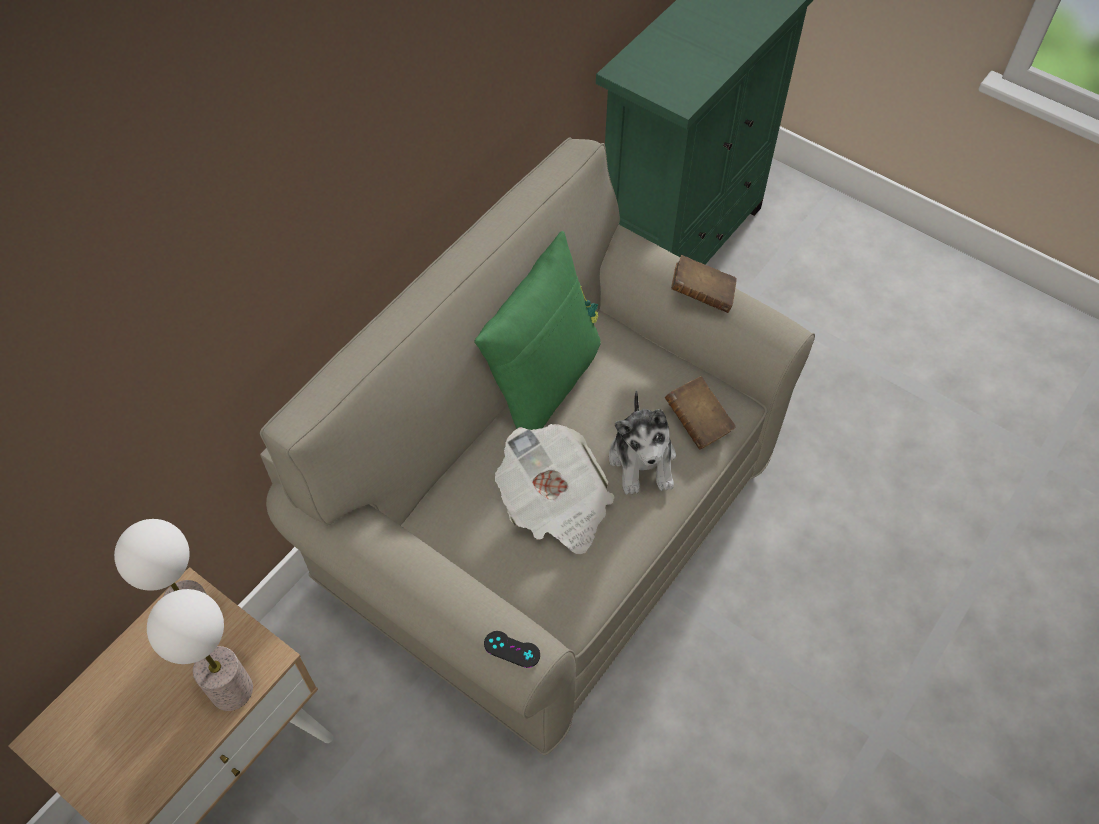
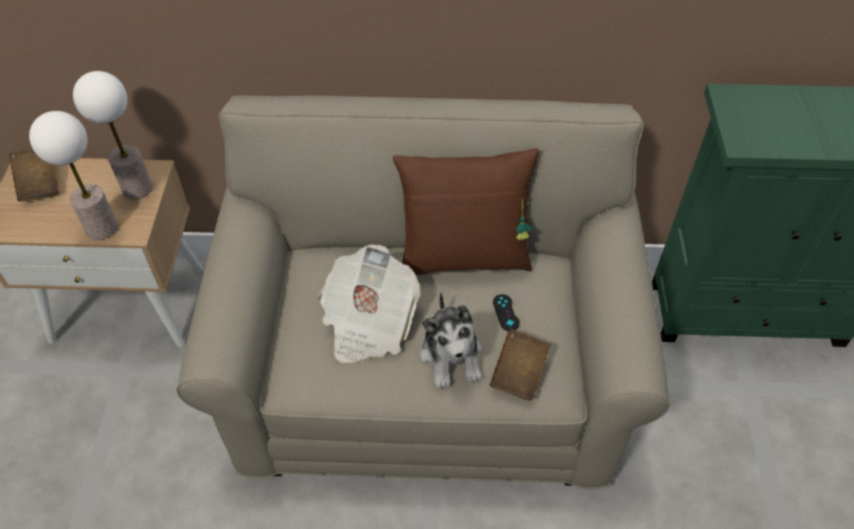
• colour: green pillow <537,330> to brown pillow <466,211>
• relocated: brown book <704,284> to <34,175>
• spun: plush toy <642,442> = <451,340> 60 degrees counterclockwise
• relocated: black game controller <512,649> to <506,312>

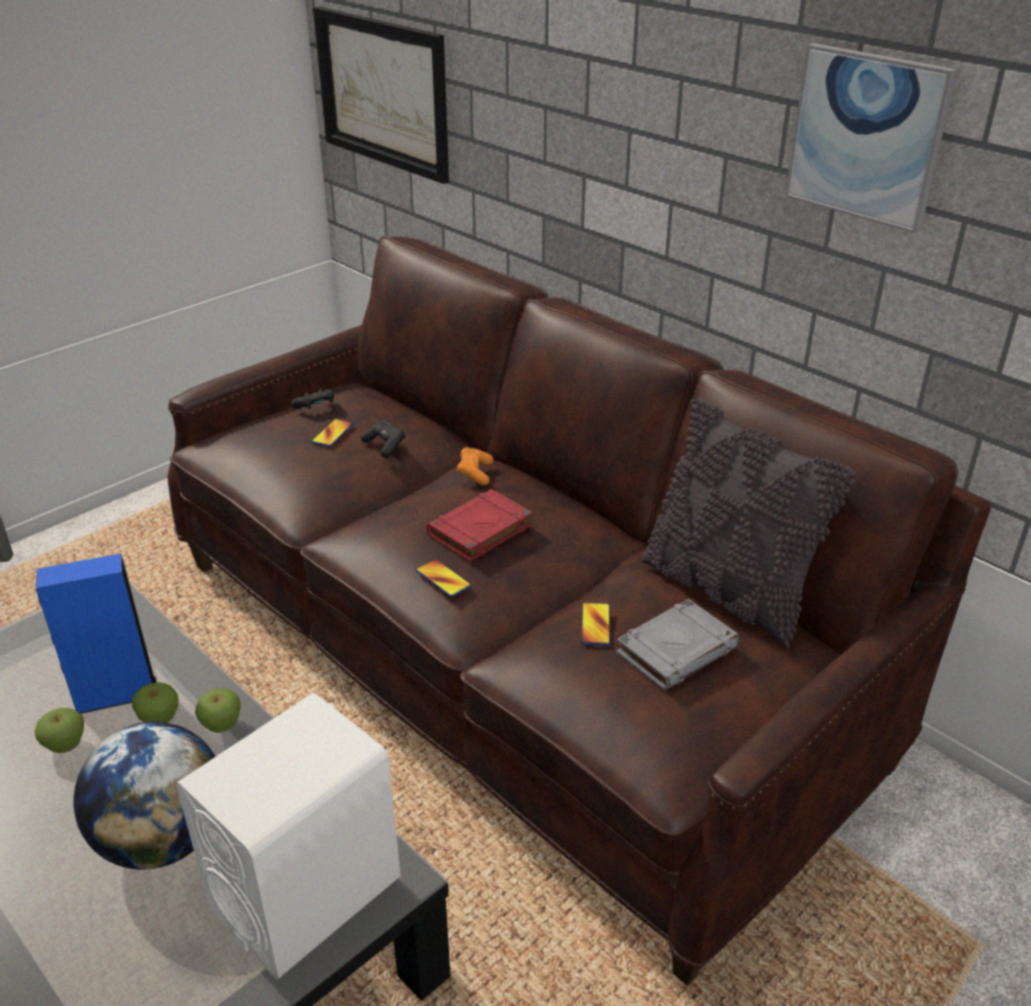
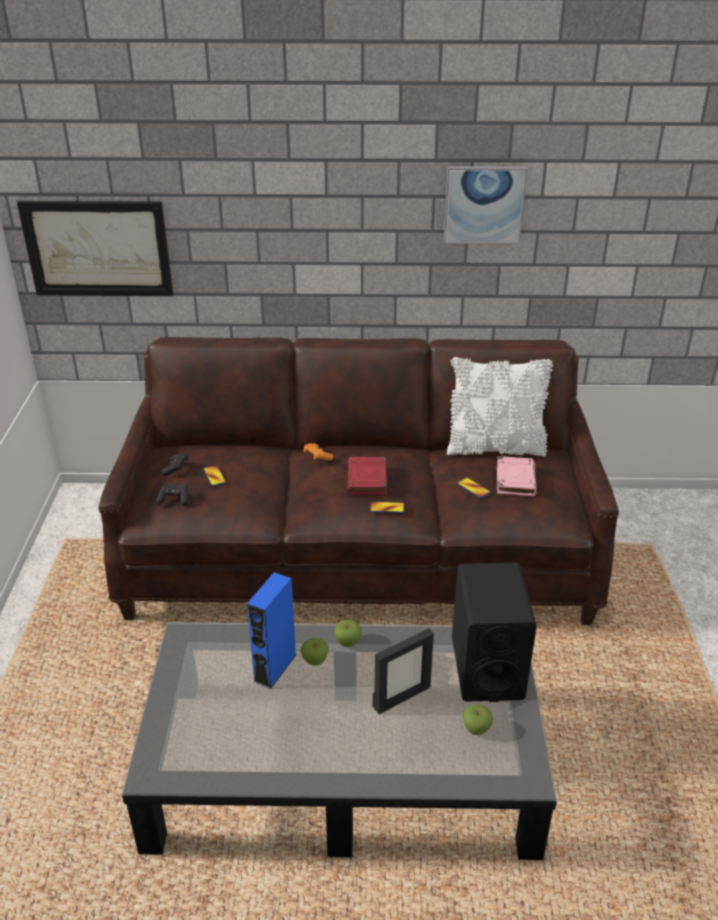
• colour: black pillow <748,522> to white pillow <500,407>
• relocated: black game controller <383,439> to <172,494>
• colour: grey book <678,645> to pink book <517,476>
• colour: white speaker <288,836> to black speaker <494,632>
• relocated: apple <59,730> to <478,719>
• exchanged: globe <144,796> to picture frame <403,671>

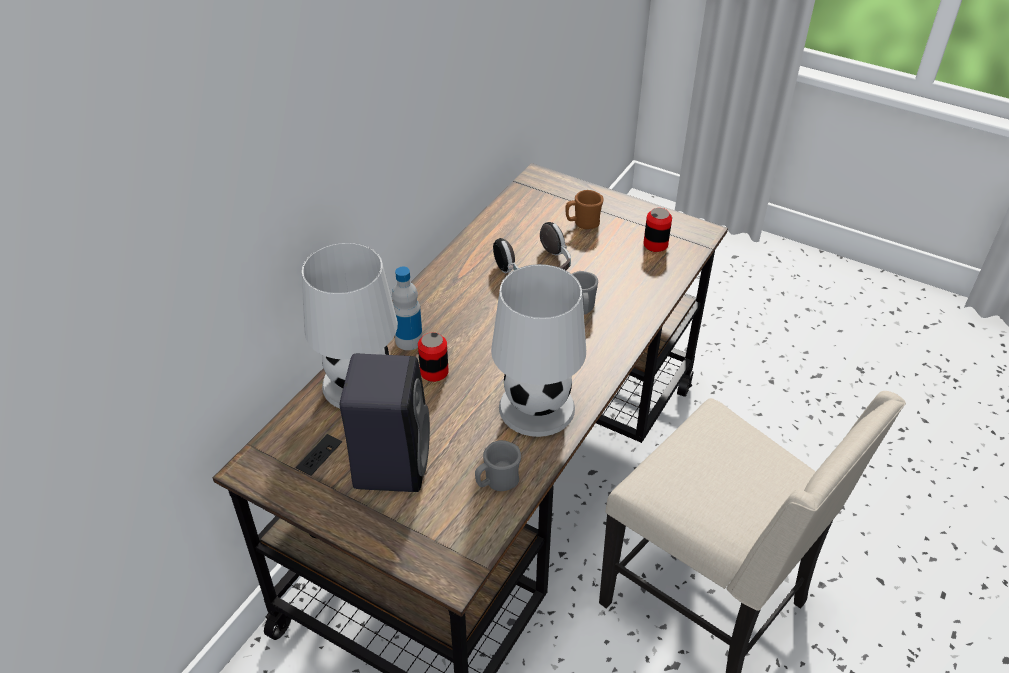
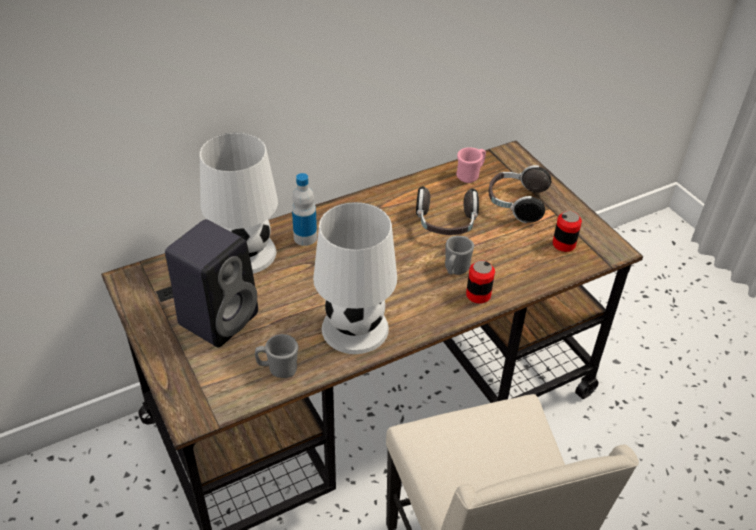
• exchanged: brown mug <584,209> to headphones <520,194>
• relocated: can <433,357> to <480,282>
• appeared: pink mug <471,165>

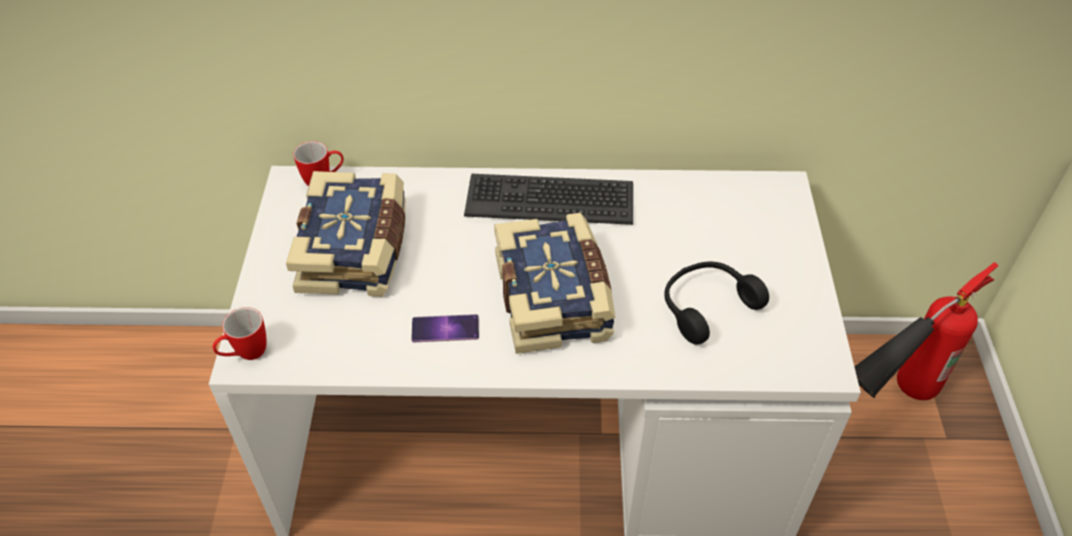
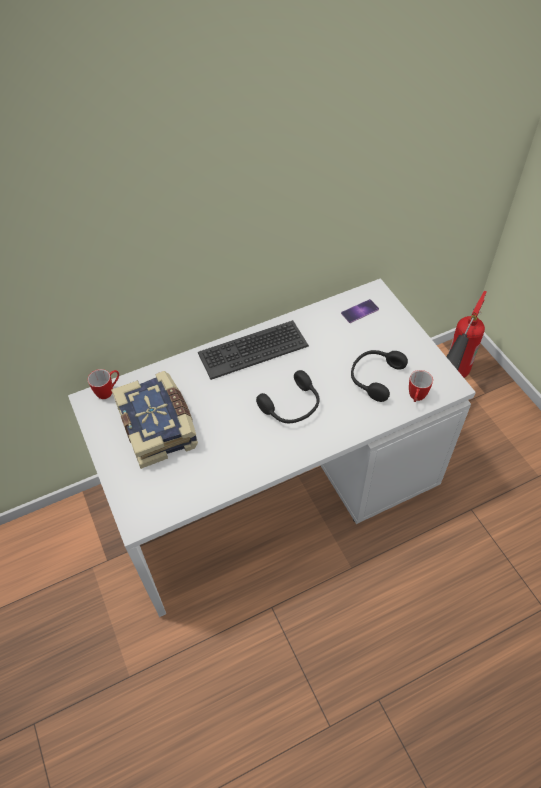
• exchanged: book <555,283> to black headphones <287,396>
• relocated: mug <240,333> to <421,386>
• relocated: phone <445,328> to <360,311>

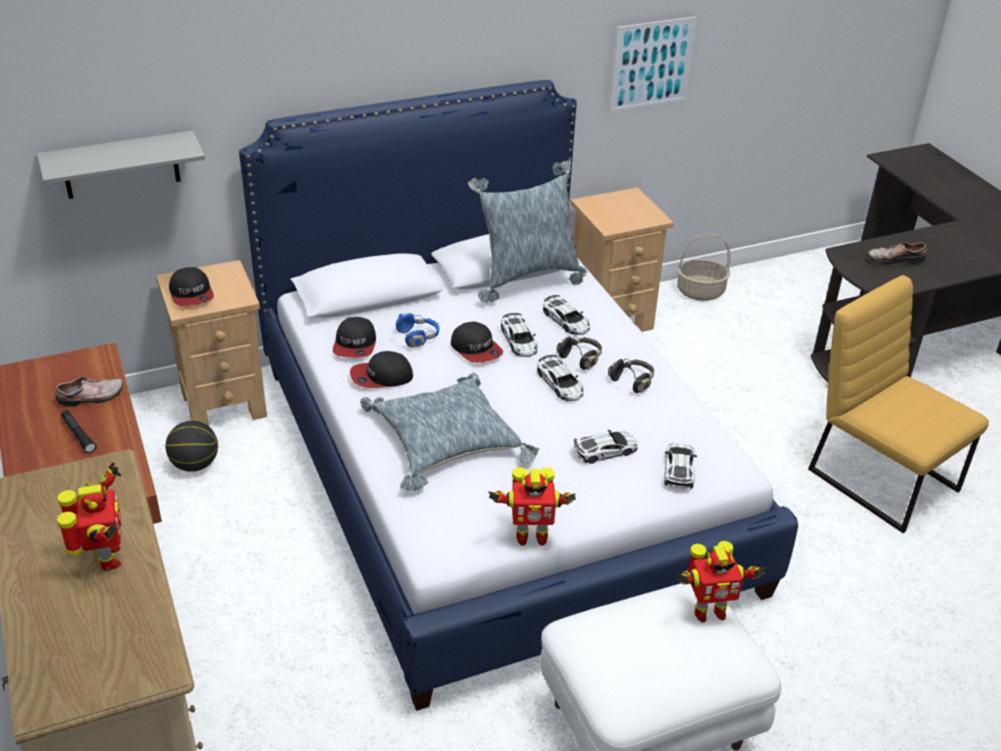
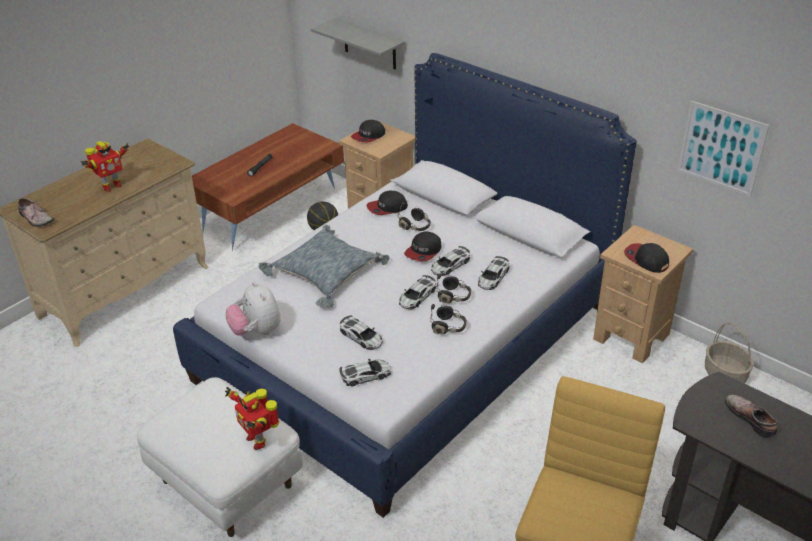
• missing: pillow <527,231>
• colour: blue headphones <418,330> to black headphones <414,216>
• relocated: cap <381,369> to <646,258>
• relocated: shoe <89,392> to <35,212>
• exchanged: toy robot <532,506> to plush toy <253,309>

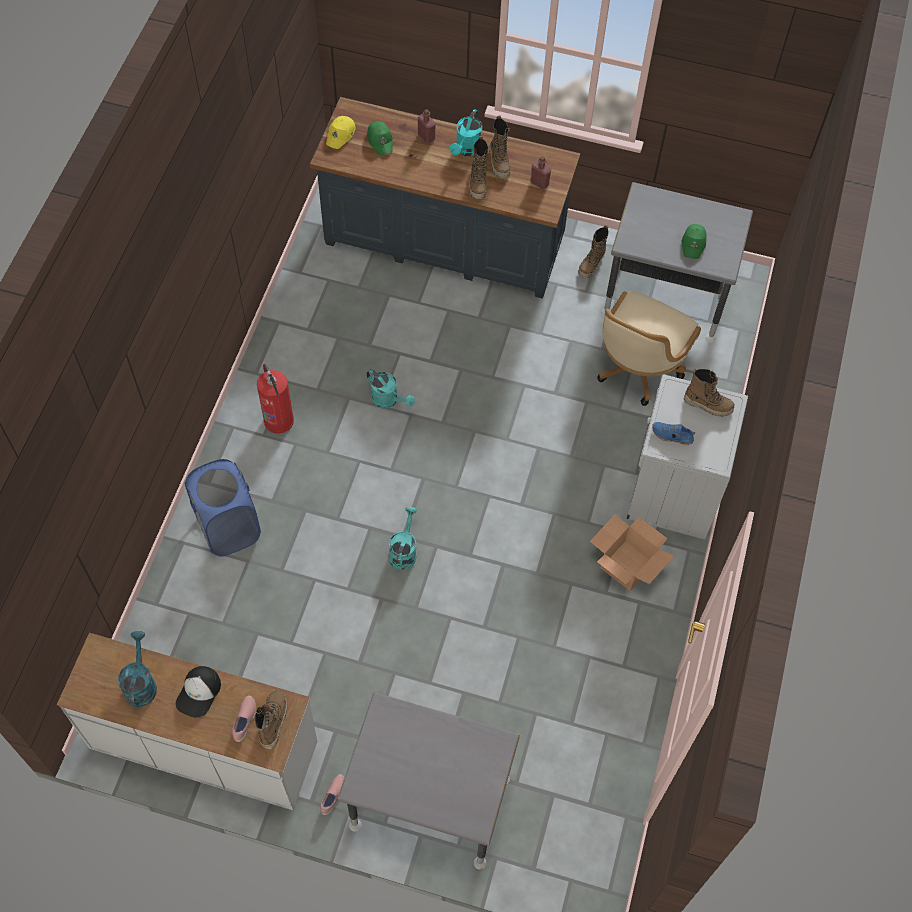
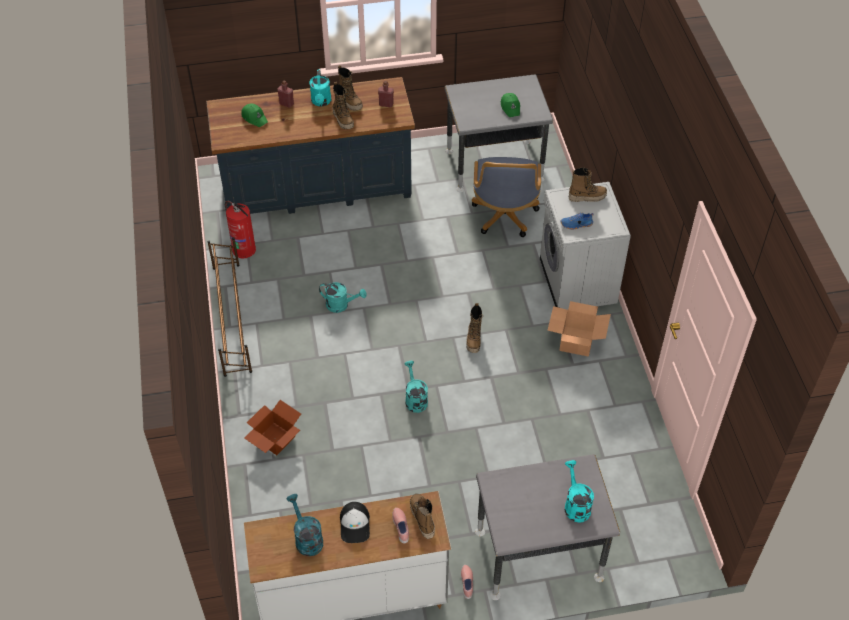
• missing: yellow cap <341,132>
• relocated: boot <594,251> to <474,328>
• colour: beige office chair <649,348> to blue office chair <506,197>
• relocated: fire extinguisher <275,399> to <240,229>
• exchanged: blue laundry basket <223,507> to cardboard box <272,427>
• appeared: brown shoe rack <229,307>
• appeared: turquoise watering can <579,491>

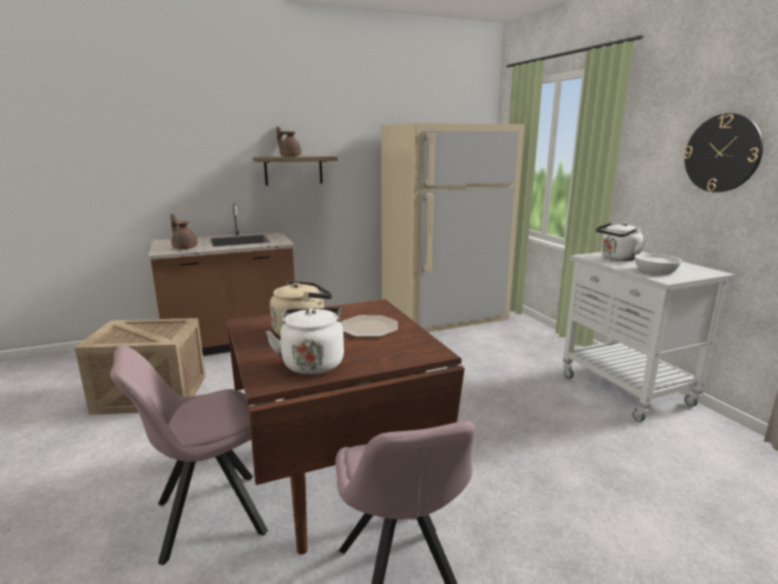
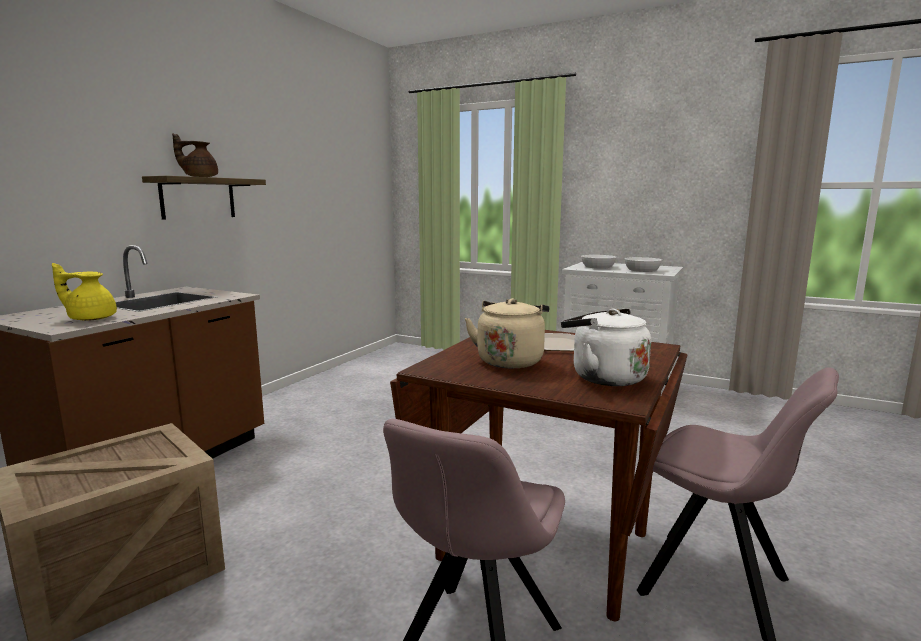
• missing: wall clock <723,152>
• missing: beige fridge <453,228>
• colour: brown teapot <184,231> to yellow teapot <84,292>
• exchanged: white kettle <621,242> to white bowl <599,262>

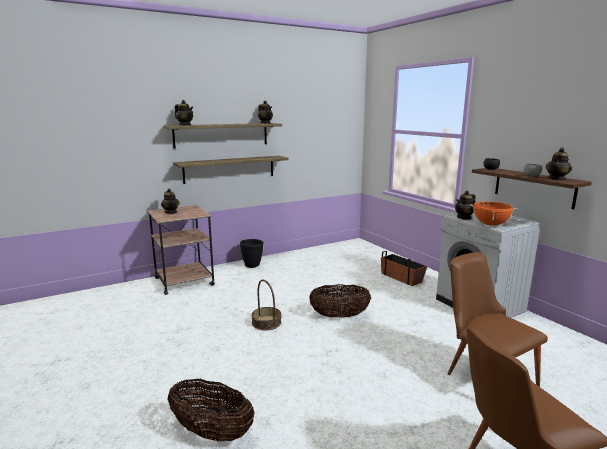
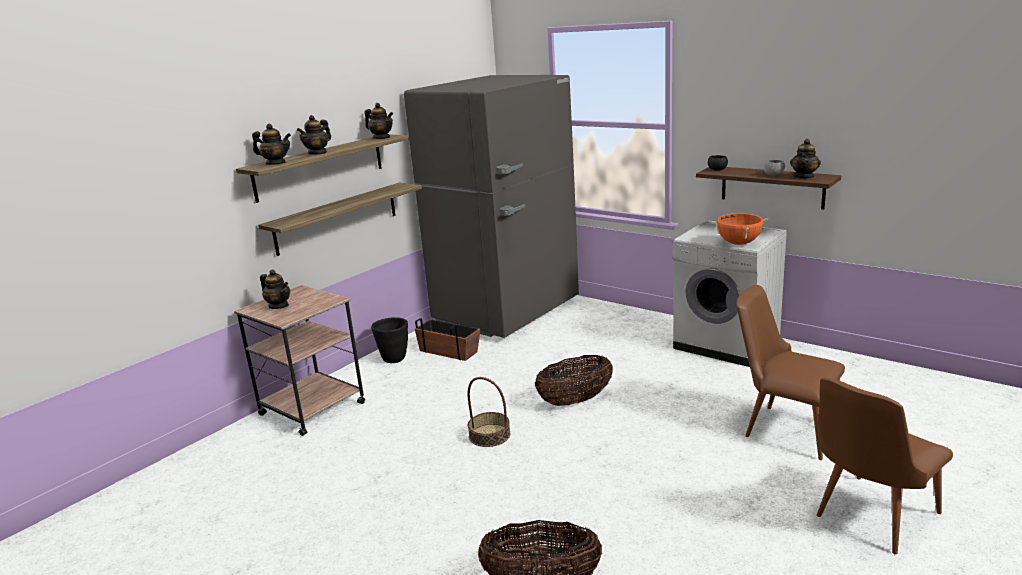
• relocated: teapot <465,205> to <314,135>
• relocated: planter <404,268> to <448,339>
• appeared: grey fridge <491,206>

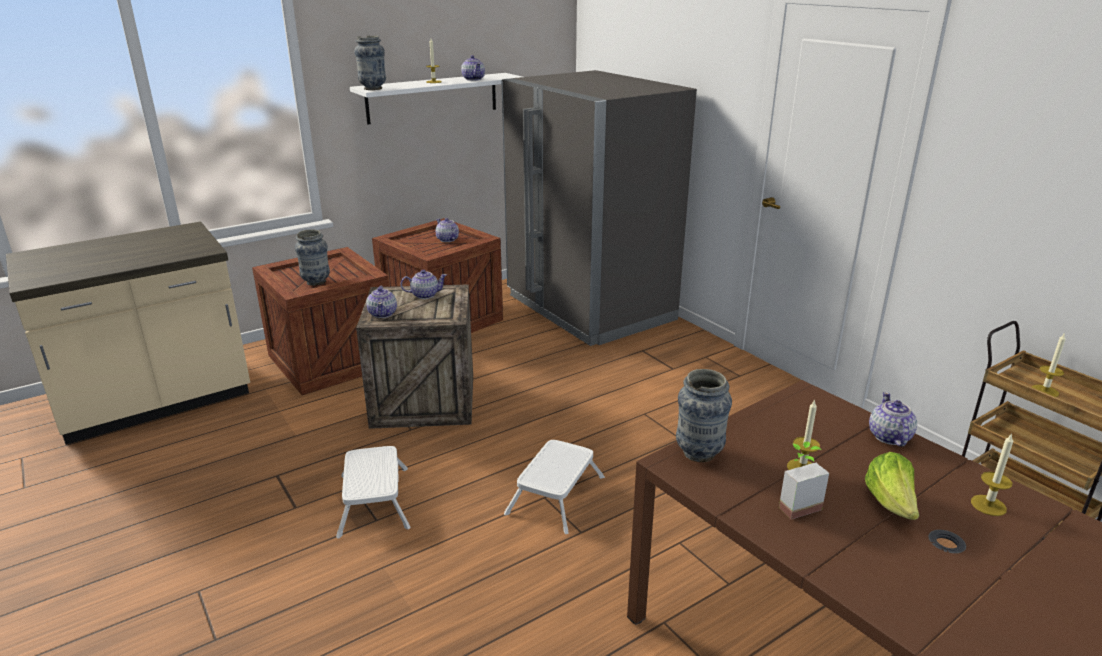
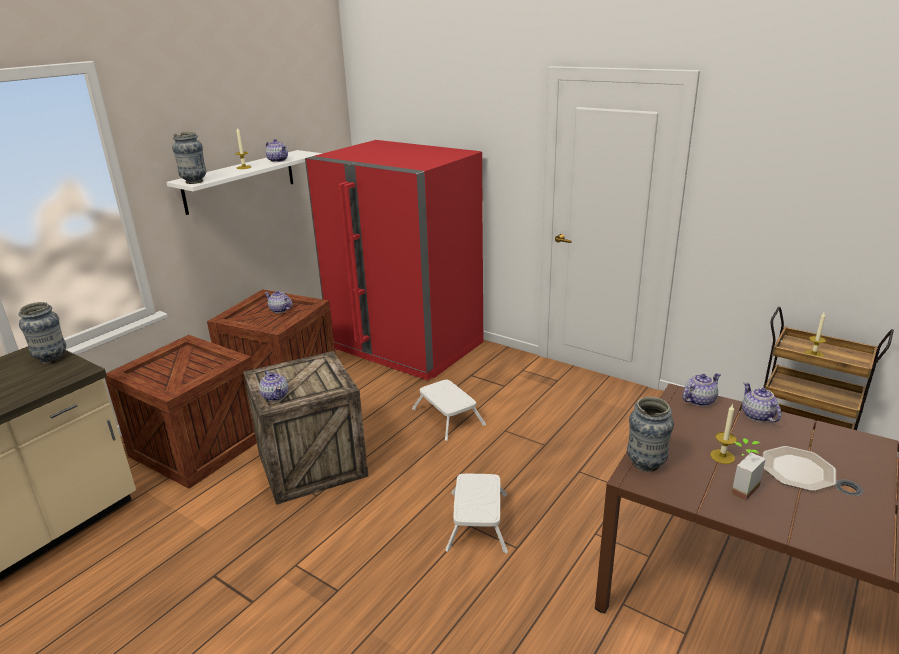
• colour: grey fridge <599,208> to red fridge <394,260>
• relocated: vase <312,257> to <42,333>
• relocated: teapot <424,284> to <701,389>
• missing: candle <992,474>
• relocated: white step ladder <373,492> to <449,410>
• exchanged: lettuce <892,486> to plate <799,468>

